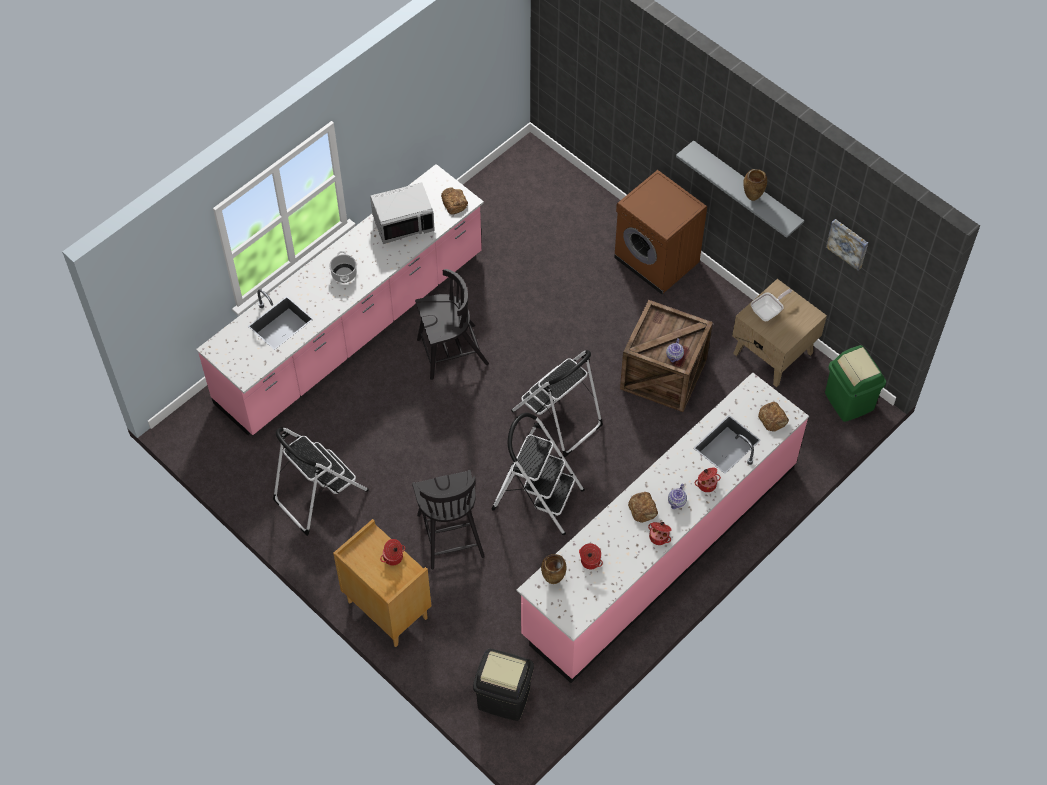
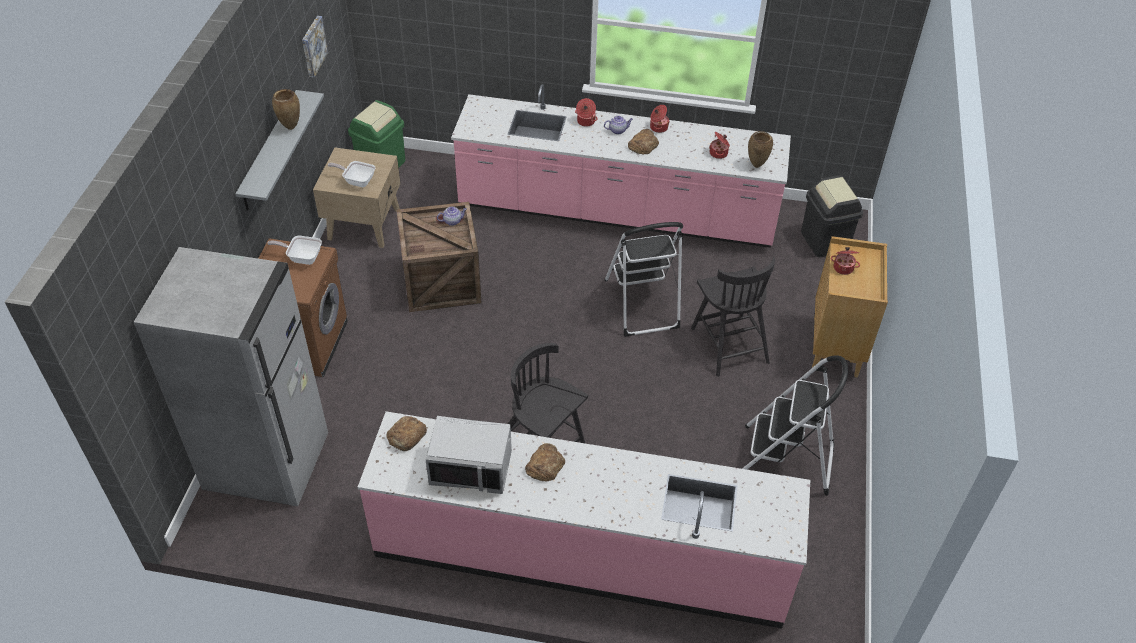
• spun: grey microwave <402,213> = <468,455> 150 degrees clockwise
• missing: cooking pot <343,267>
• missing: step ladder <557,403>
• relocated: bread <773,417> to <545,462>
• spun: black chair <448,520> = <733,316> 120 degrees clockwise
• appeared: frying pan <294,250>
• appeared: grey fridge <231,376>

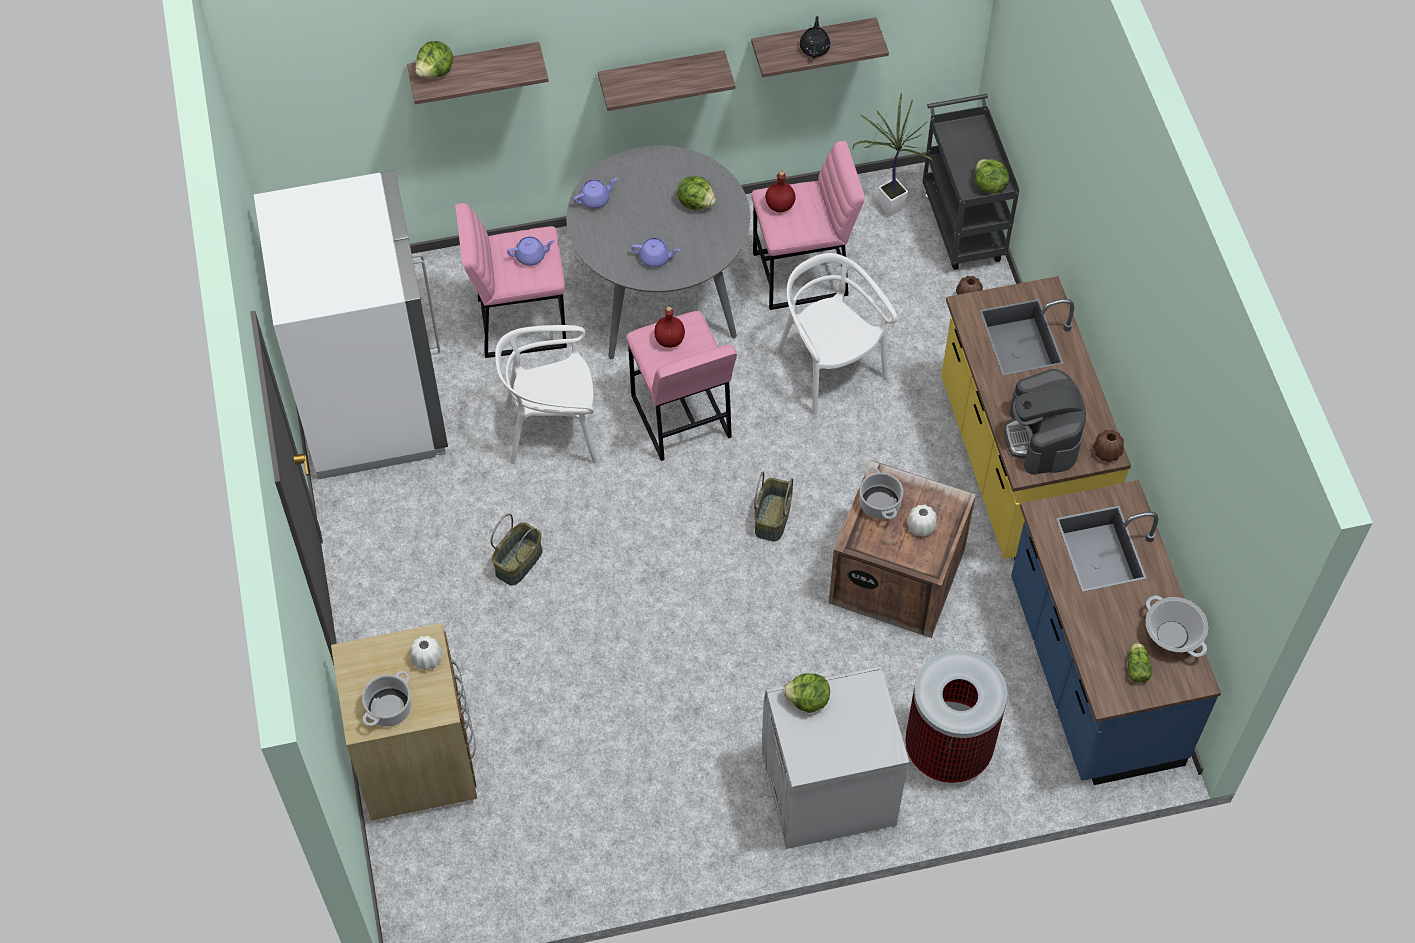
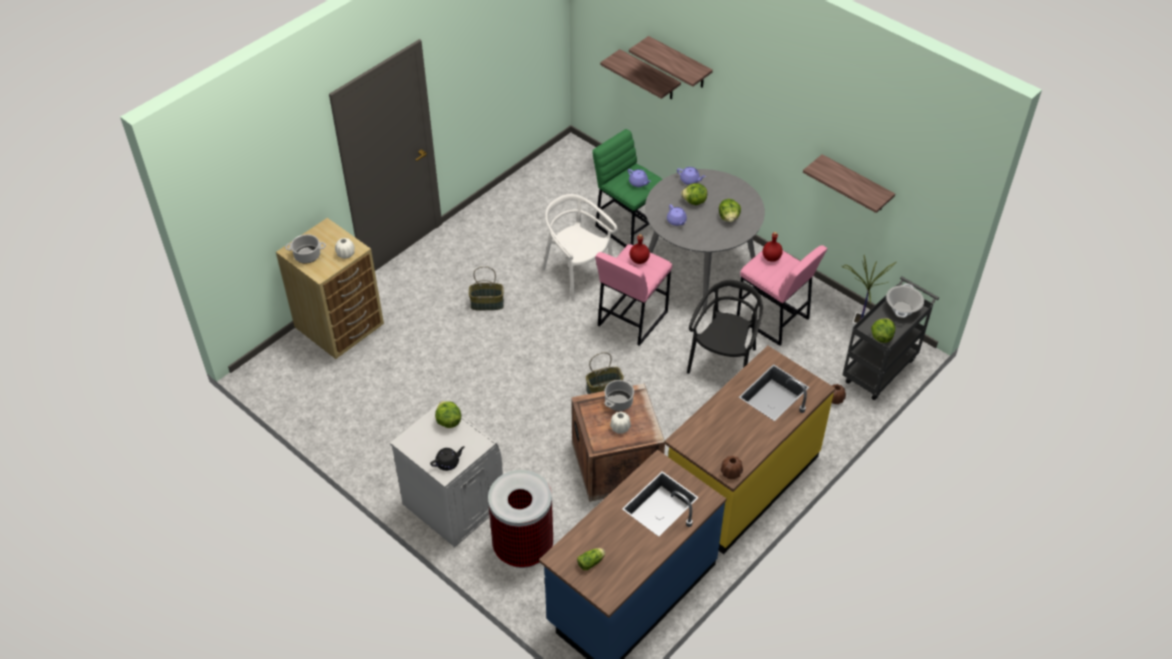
• relocated: black teapot <815,37> to <447,458>
• relocated: lettuce <434,59> to <694,194>
• relocated: shelf <666,80> to <640,74>
• missing: white fridge <351,324>
• colour: pink stool <511,280> to green stool <627,188>
• colour: white chair <836,334> to black chair <725,327>
• missing: coffee machine <1045,422>
• relocated: cooking pot <1177,626> to <905,300>

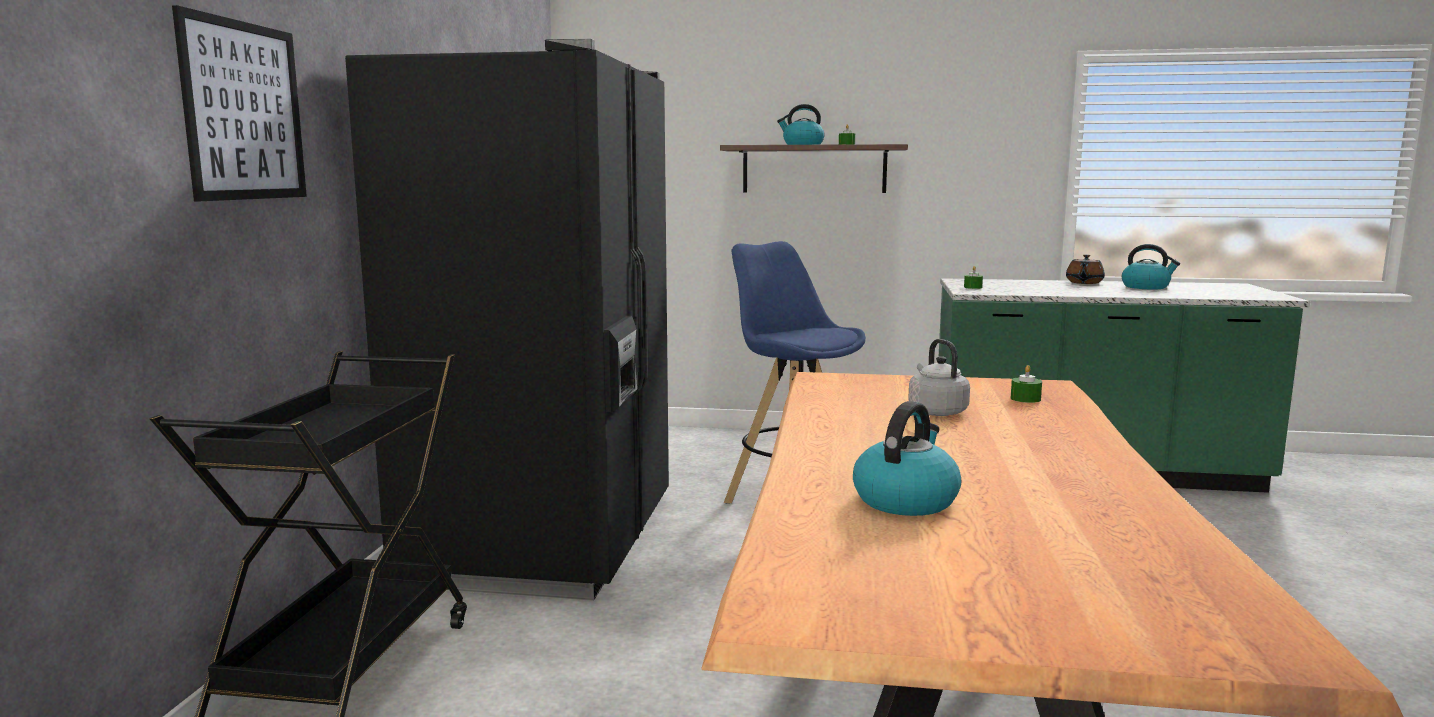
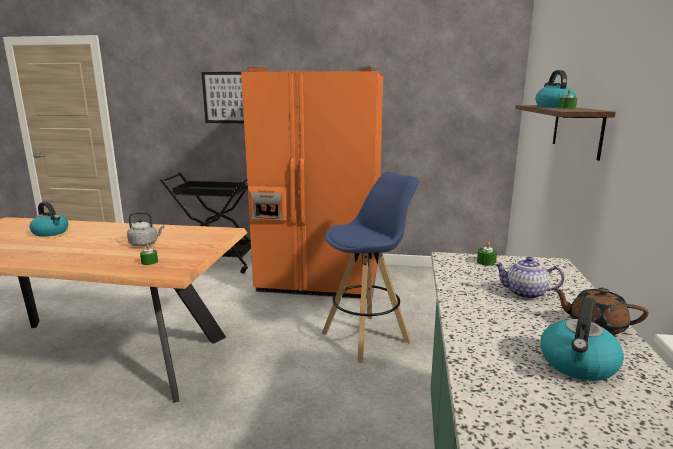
• colour: black fridge <507,320> to orange fridge <312,182>
• appeared: teapot <529,278>

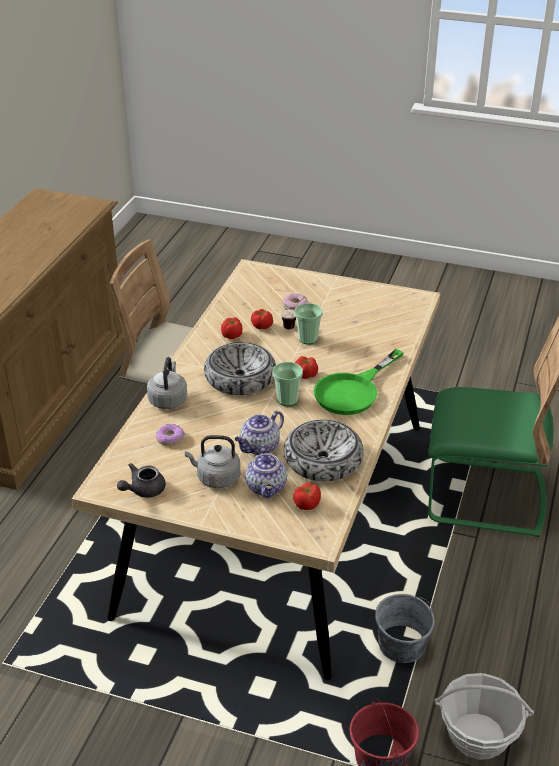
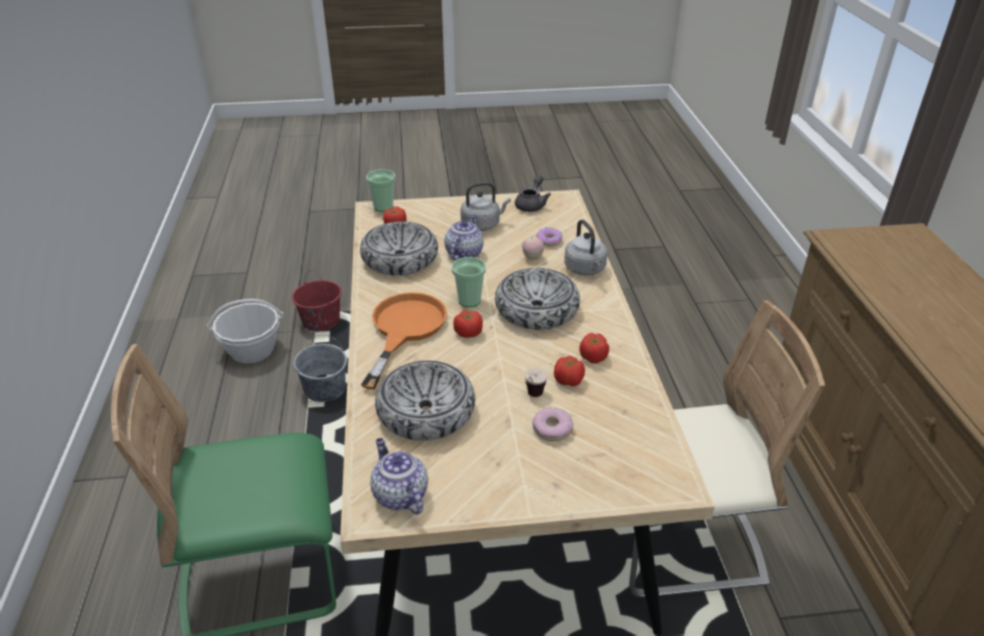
• relocated: cup <309,323> to <380,190>
• colour: green frying pan <359,382> to orange frying pan <404,341>
• relocated: teapot <266,471> to <399,476>
• appeared: apple <533,247>
• appeared: bowl <425,401>

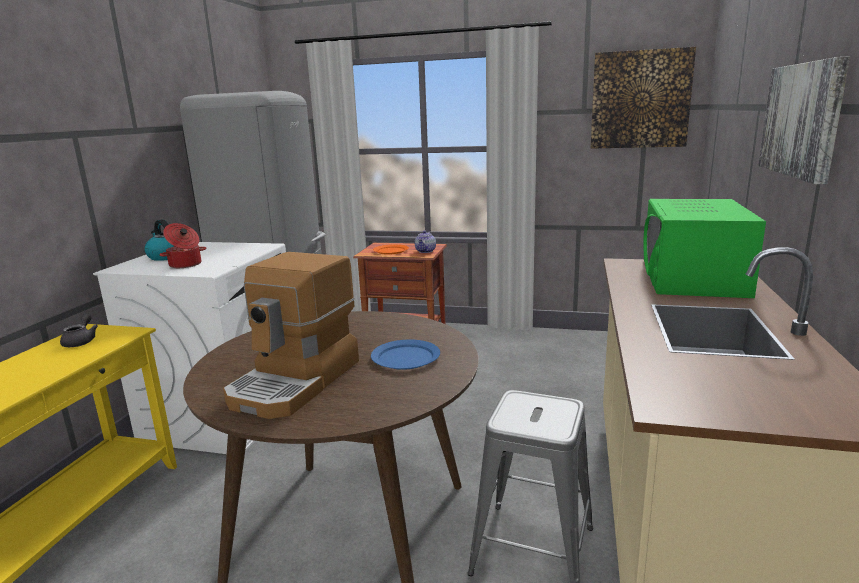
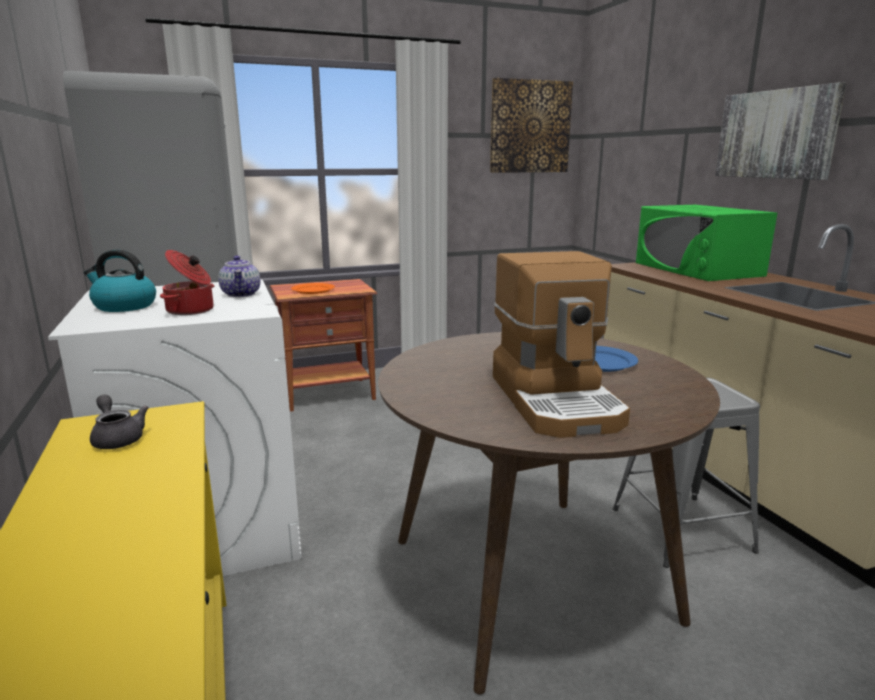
• relocated: teapot <425,242> to <239,276>

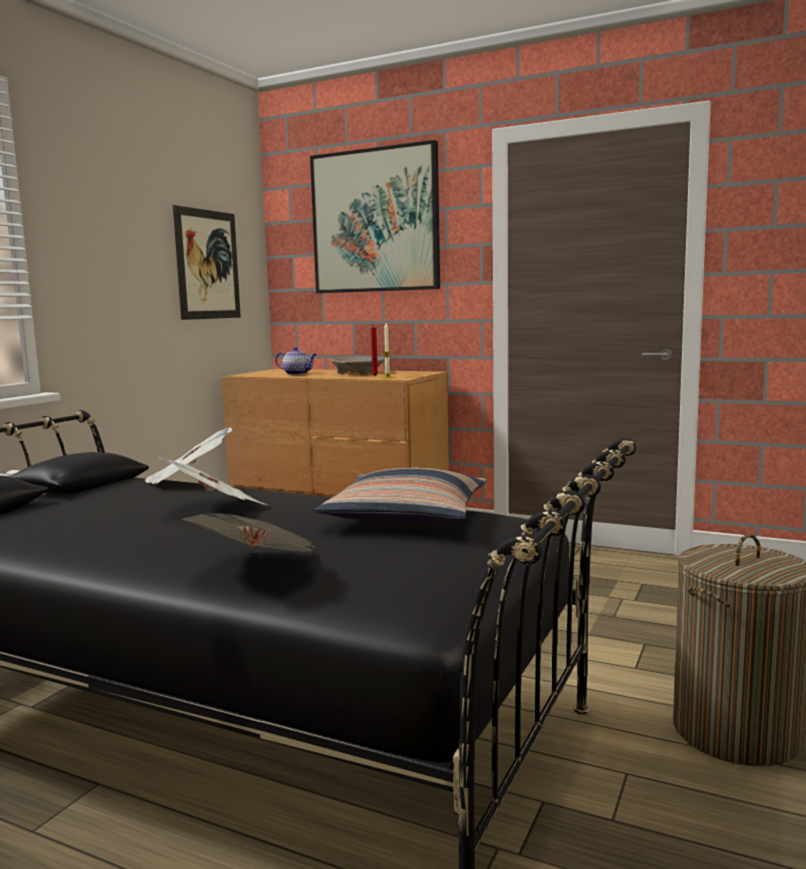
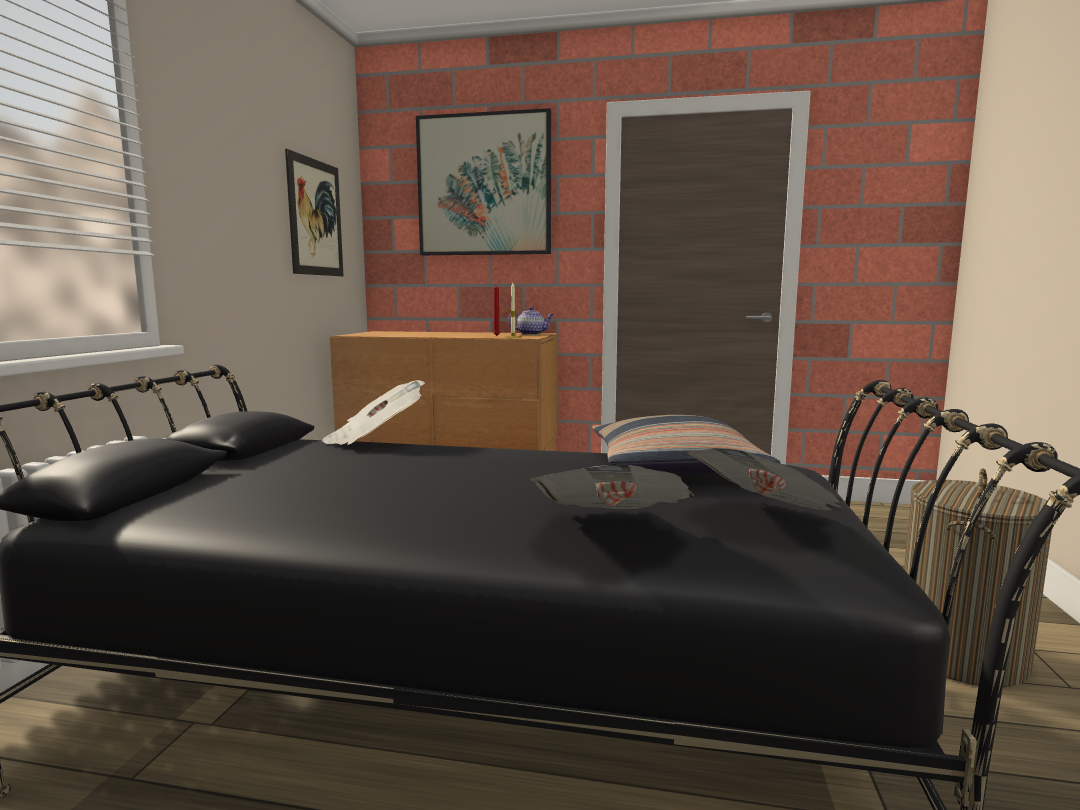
• relocated: teapot <296,361> to <531,321>
• missing: beige bowl <358,365>
• relocated: newspaper <212,481> to <764,479>

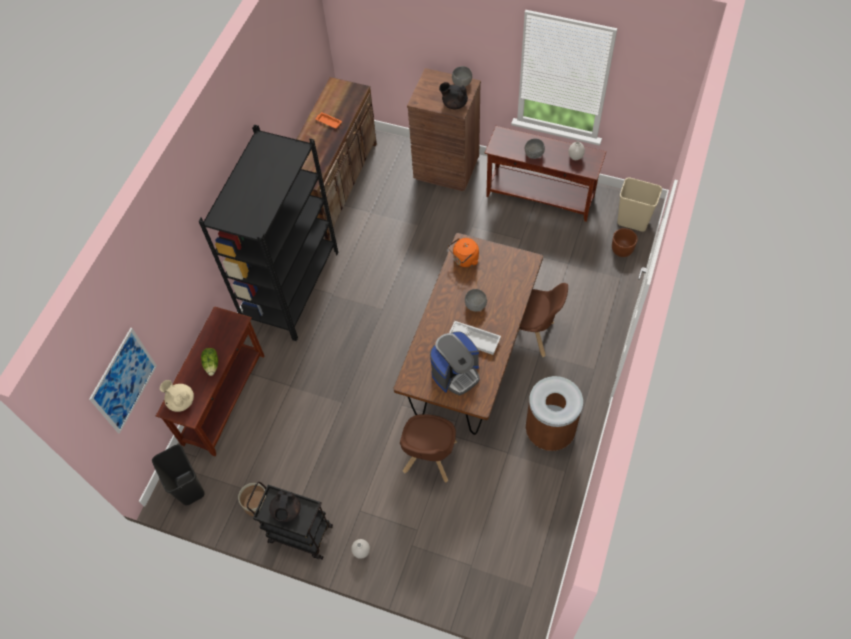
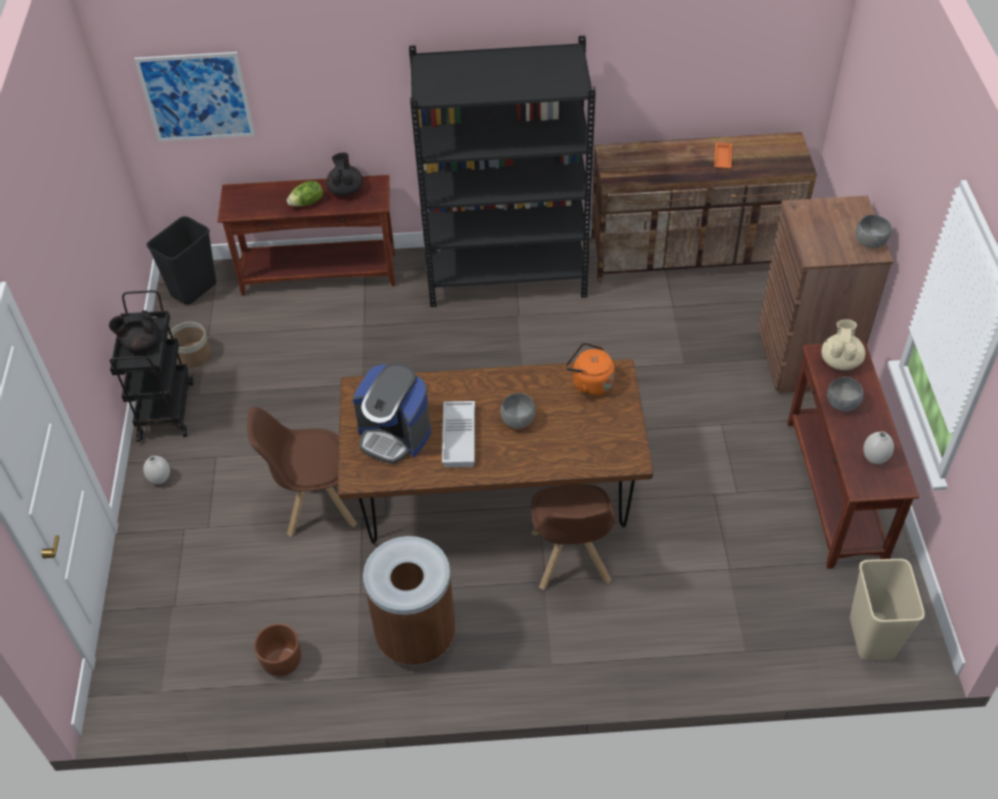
• relocated: black teapot <453,95> to <344,174>
• relocated: brown planter <625,242> to <277,650>
• relocated: beige teapot <177,396> to <843,344>

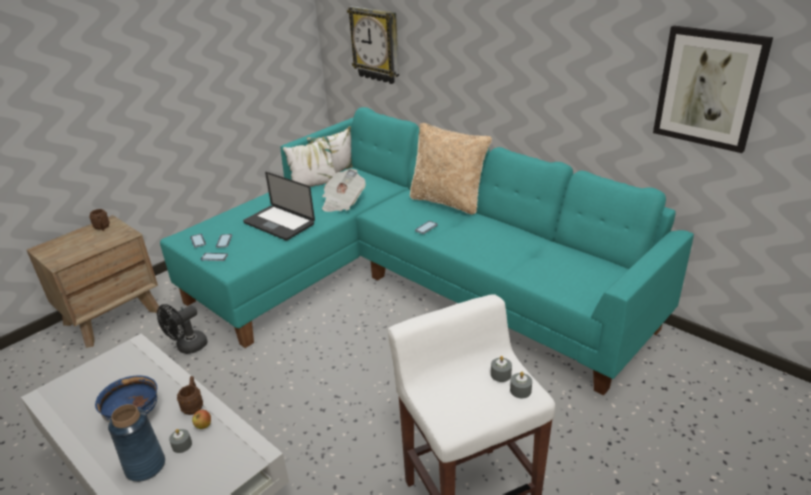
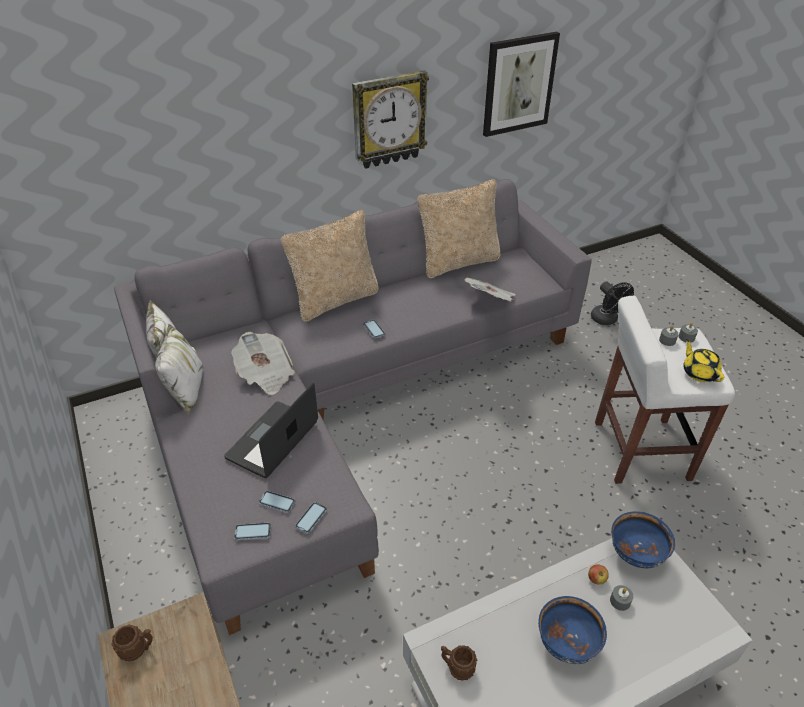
• relocated: wall clock <373,45> to <390,119>
• colour: turquoise sofa <427,251> to grey sofa <353,407>
• spun: laptop <279,206> = <271,430> 150 degrees clockwise
• relocated: black fan <182,329> to <612,303>
• relocated: brown mug <190,395> to <459,662>
• missing: blue vase <136,443>
• appeared: beige pillow <458,228>
• appeared: newspaper <490,289>
• appeared: yellow teapot <703,360>
• appeared: blue bowl <643,539>

